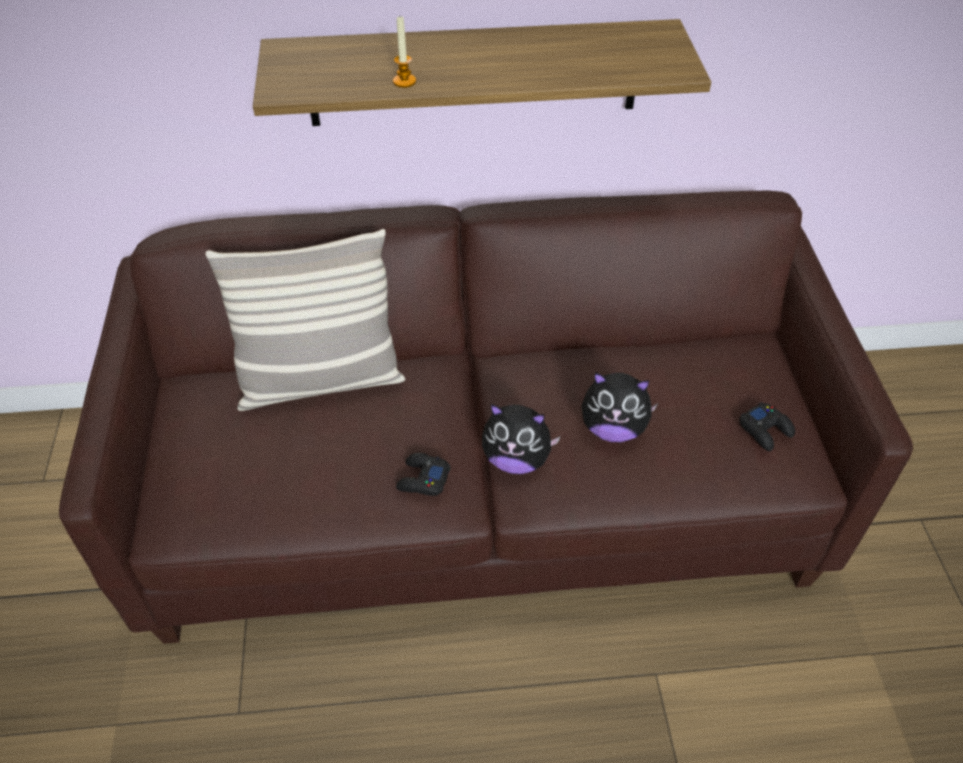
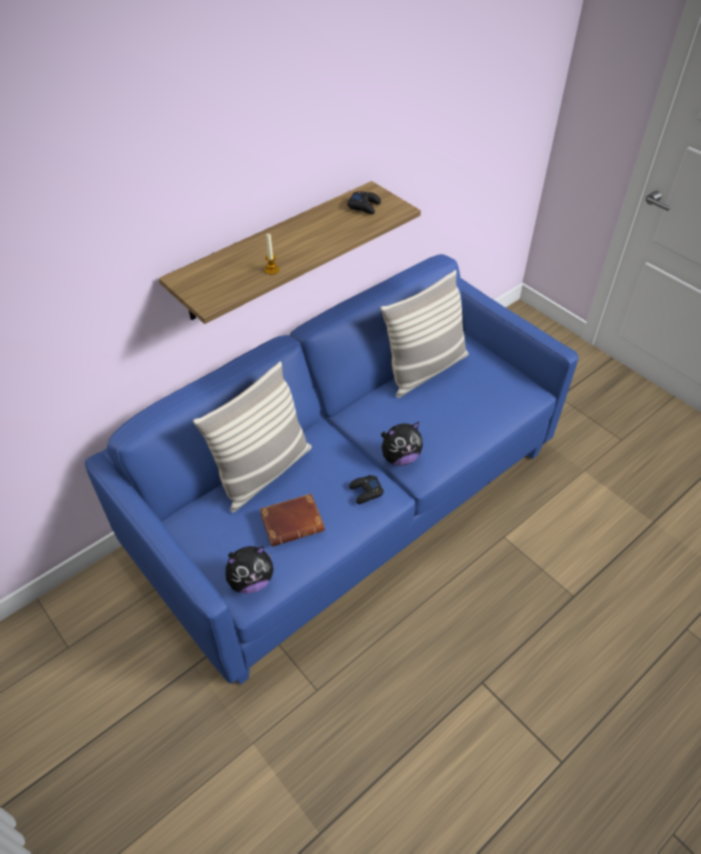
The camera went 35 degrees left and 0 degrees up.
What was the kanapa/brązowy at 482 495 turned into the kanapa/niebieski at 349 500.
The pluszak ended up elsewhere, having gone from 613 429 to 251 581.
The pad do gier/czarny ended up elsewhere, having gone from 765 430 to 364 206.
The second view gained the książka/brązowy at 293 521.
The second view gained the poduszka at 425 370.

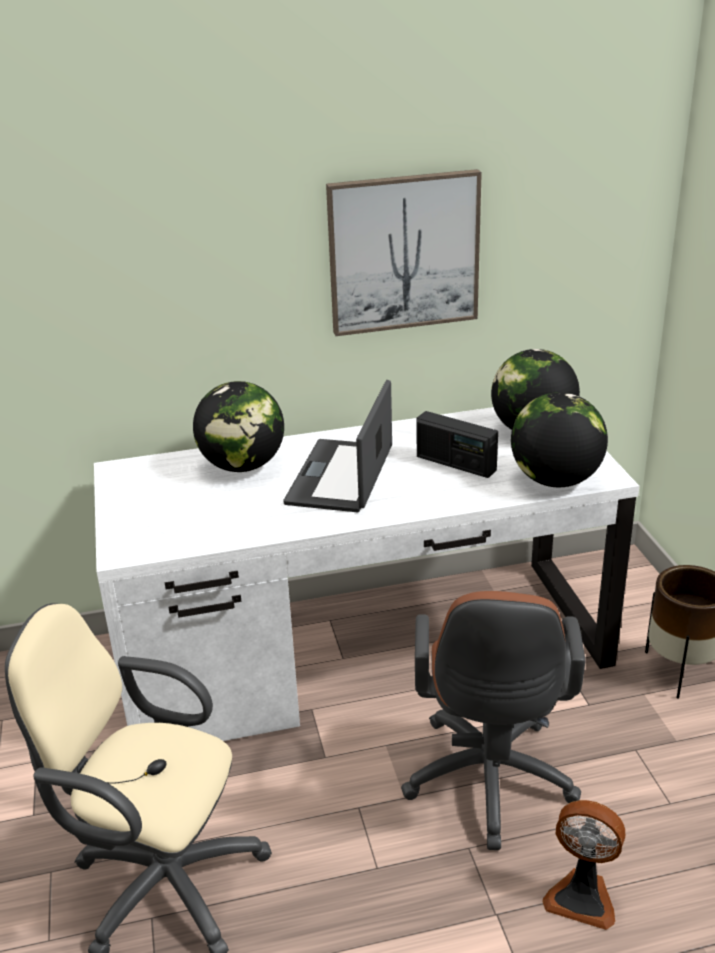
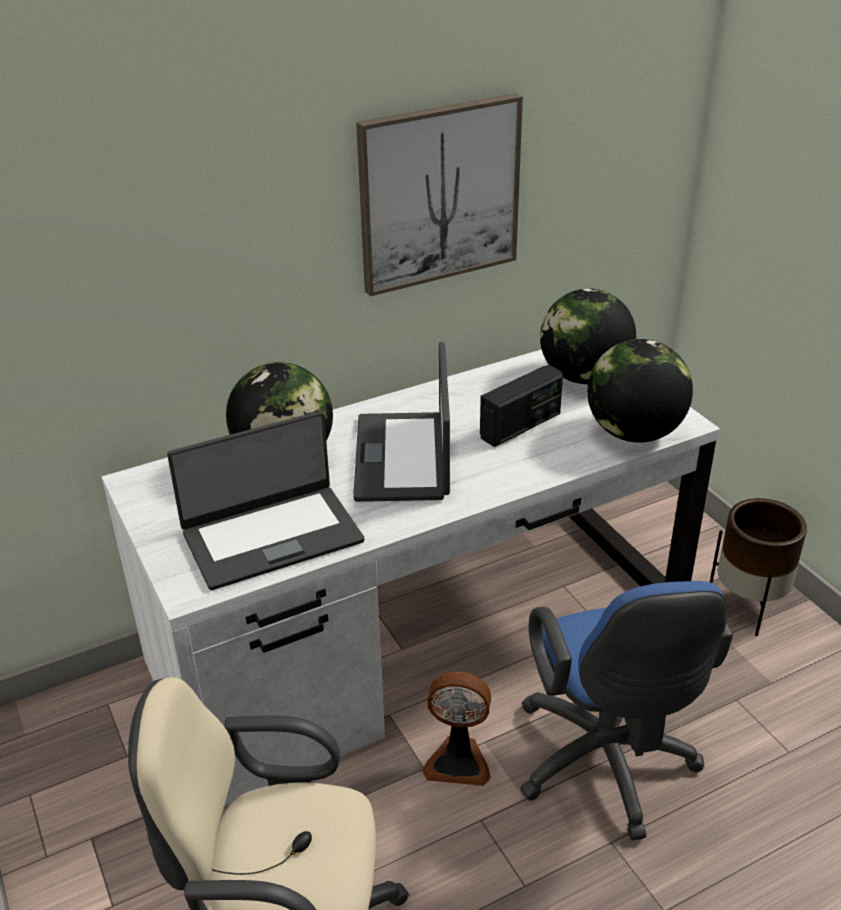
The camera went 15 degrees left and 5 degrees up.
What was the krzesło biurowe/brązowy at 489 785 turned into the krzesło biurowe/niebieski at 607 767.
The radio at 455 463 ended up facing another way, 60 degrees counterclockwise from before.
The wentylator ended up elsewhere, having gone from 582 896 to 458 760.
The second view gained the laptop at 271 535.

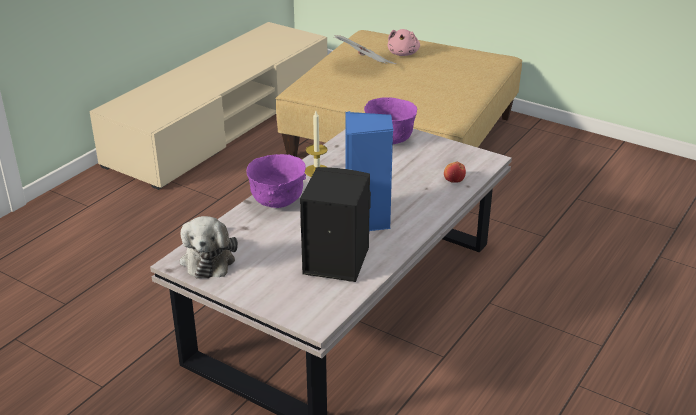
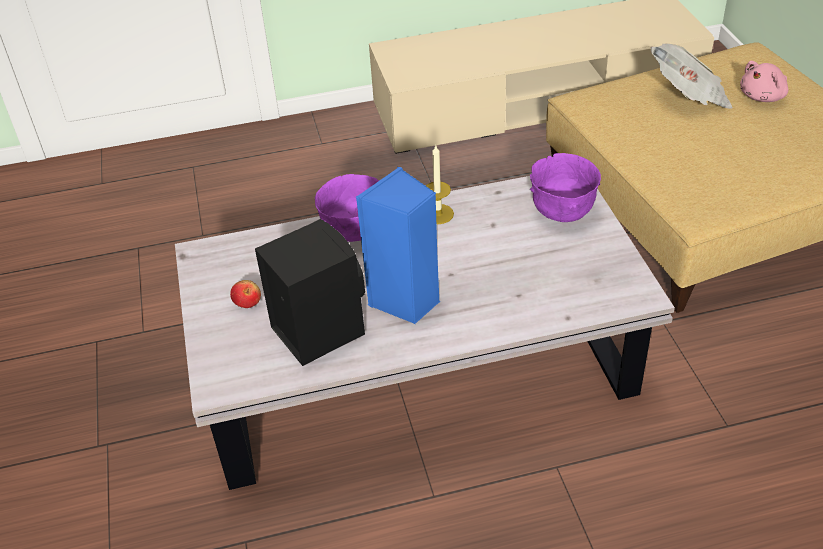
The camera went 45 degrees right and 10 degrees up.
The second view lost the pluszak at 208 259.
The jabłko ended up elsewhere, having gone from 453 180 to 247 302.

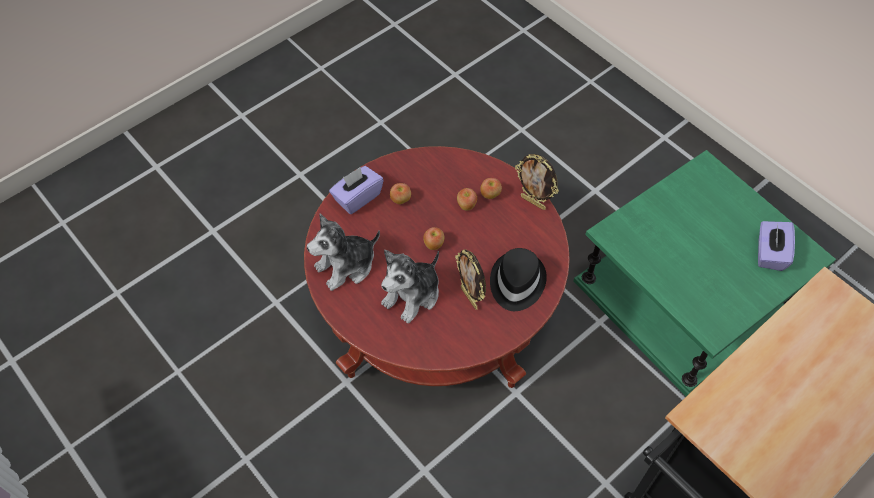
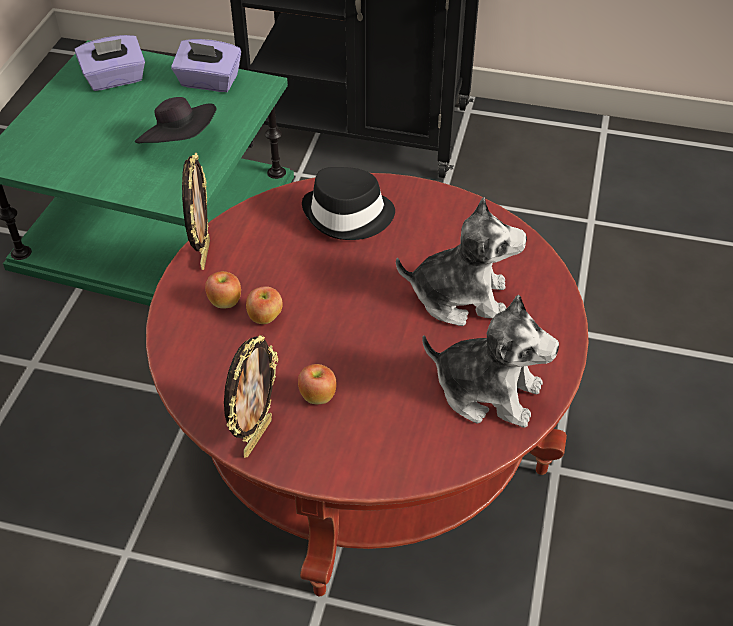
The camera went 125 degrees left and 10 degrees down.
The pudełko chusteczek/fioletowy ended up elsewhere, having gone from 357 197 to 209 82.
The second view lost the jabłko at 434 244.
The ramka na zdjęcie ended up elsewhere, having gone from 470 298 to 256 437.
The second view gained the kapelusz/czarny at 180 143.

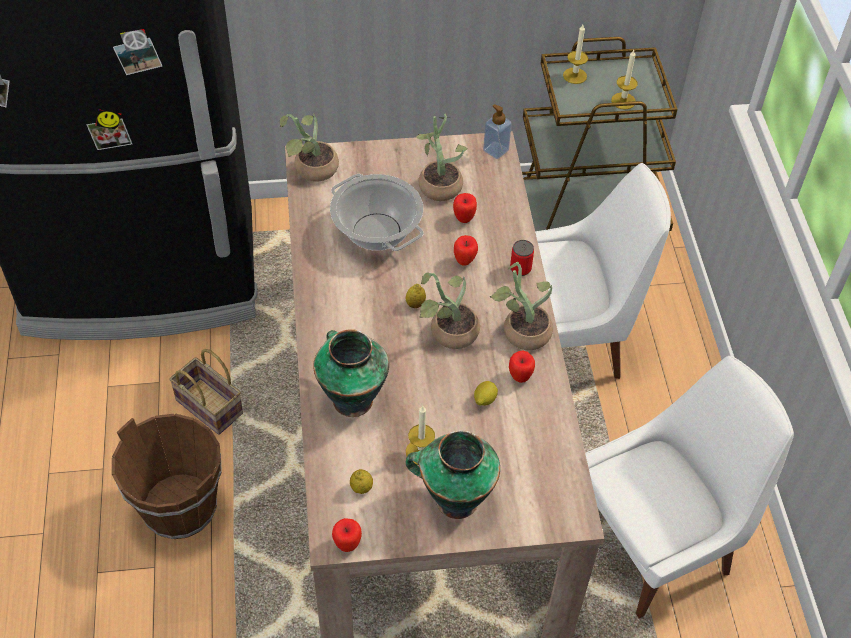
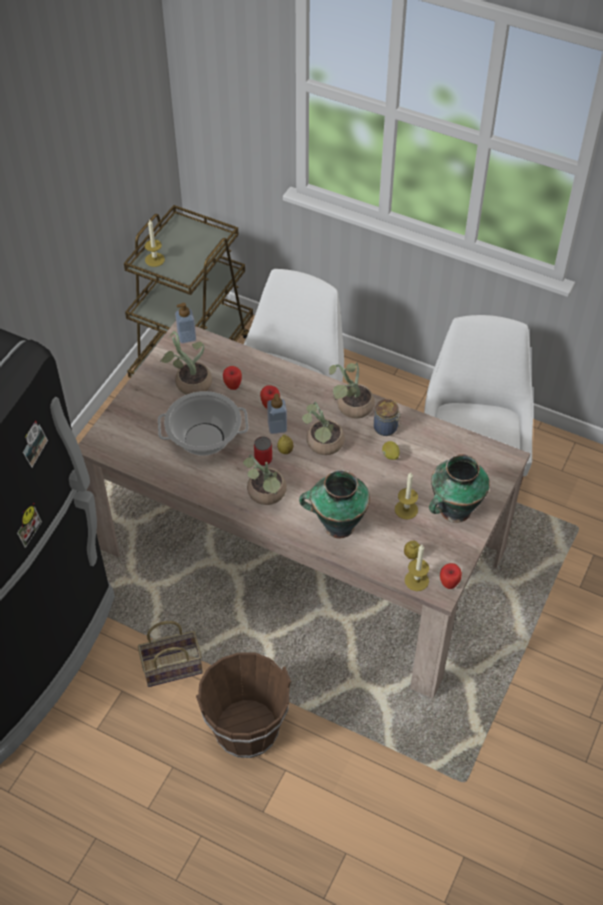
The camera went 55 degrees left and 0 degrees up.
The roślina doniczkowa ended up elsewhere, having gone from 311 170 to 266 495.
Where the jabłko stood at 520 377, the słoik came to stand at 386 428.
The puszka ended up elsewhere, having gone from 520 268 to 263 459.
The świeca ended up elsewhere, having gone from 623 101 to 416 580.
The second view gained the dozownik mydła at 277 427.

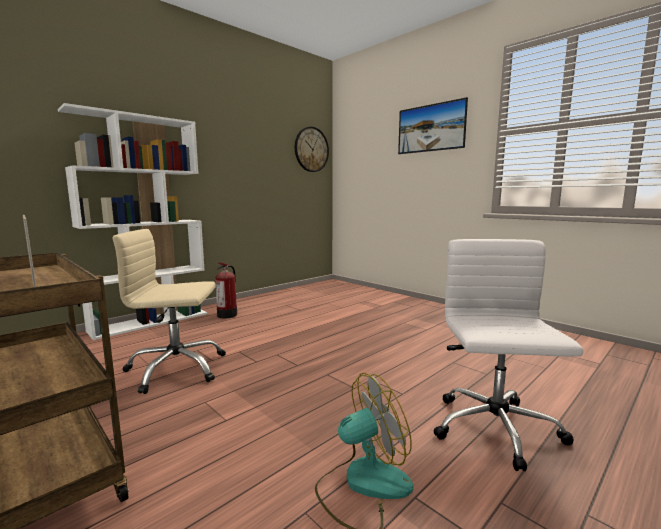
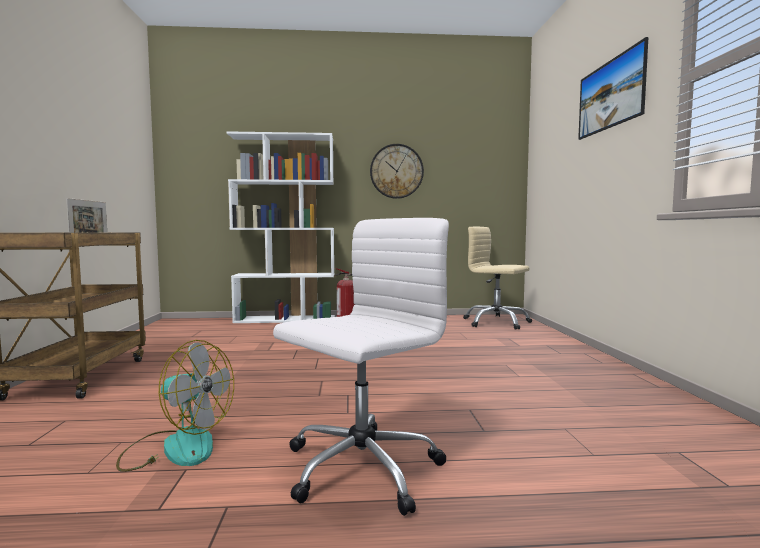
The camera went 40 degrees right and 5 degrees down.
The krzesło biurowe/beżowy ended up elsewhere, having gone from 176 369 to 496 322.
The zegar ścienny ended up elsewhere, having gone from 311 149 to 396 171.

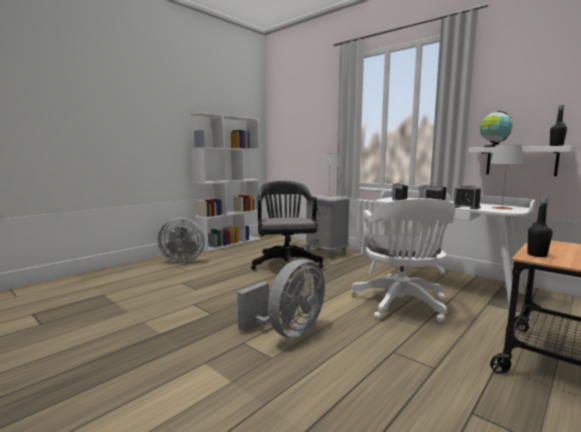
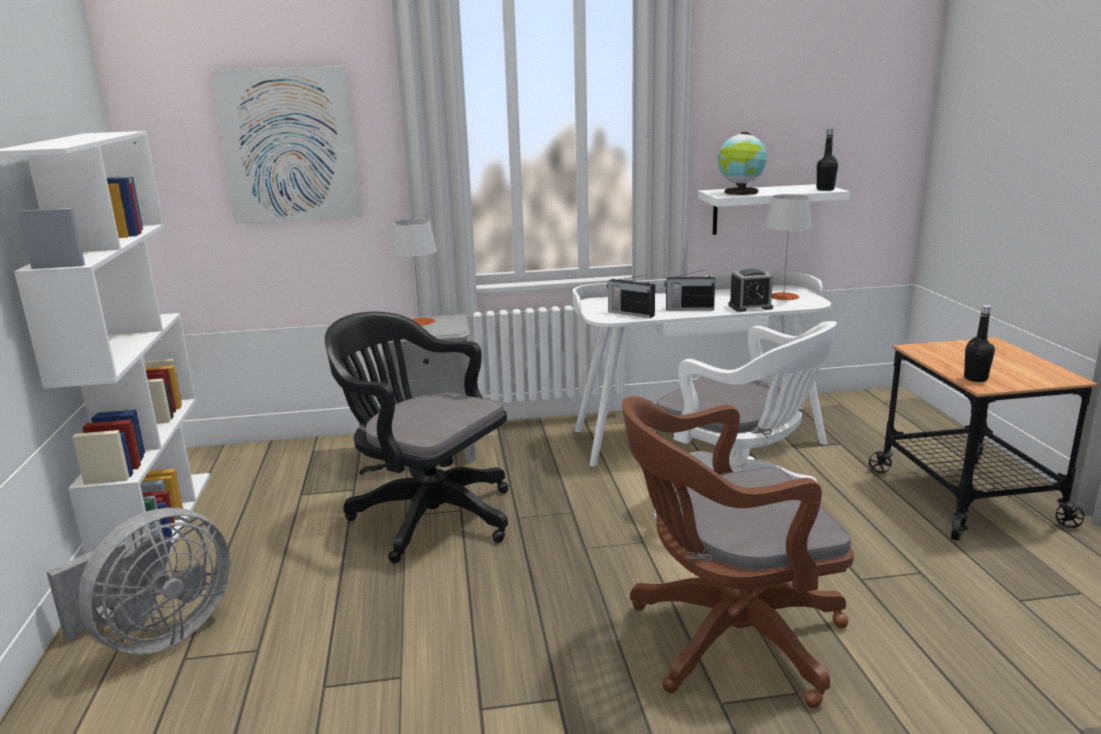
The camera went 50 degrees left and 10 degrees up.
Where the wentylator/szary stood at 288 332, the krzesło biurowe/brązowy came to stand at 726 640.
The second view gained the obraz at 289 146.

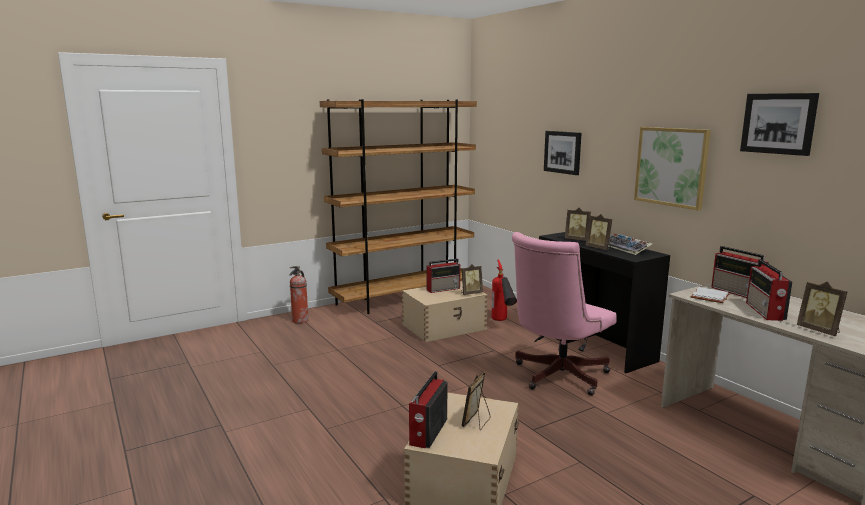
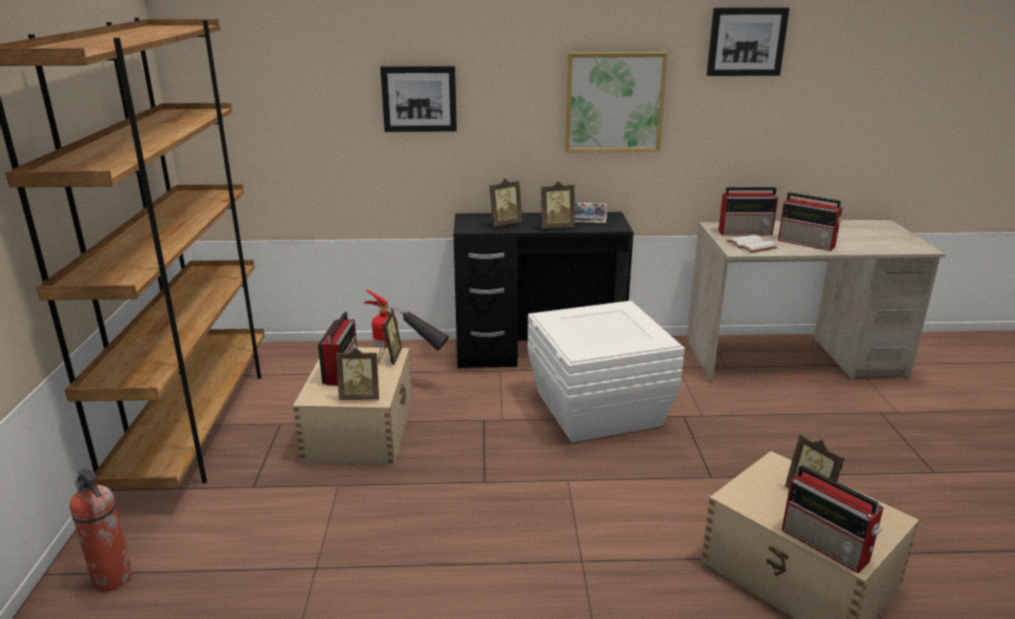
The camera went 60 degrees left and 10 degrees up.
Where the krzesło biurowe/różowy stood at 556 376, the pojemnik do przechowywania/biały came to stand at 596 408.
The ramka na zdjęcie ended up elsewhere, having gone from 819 331 to 360 397.

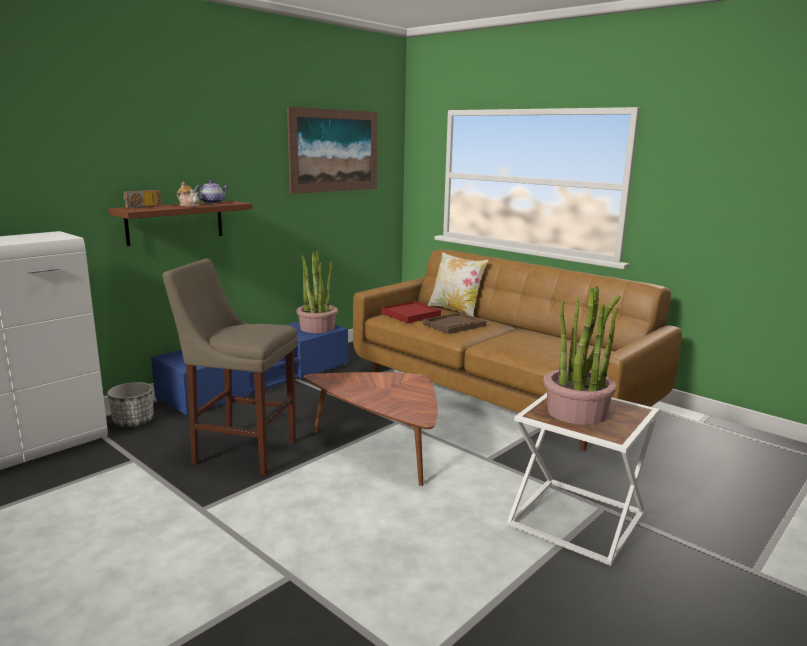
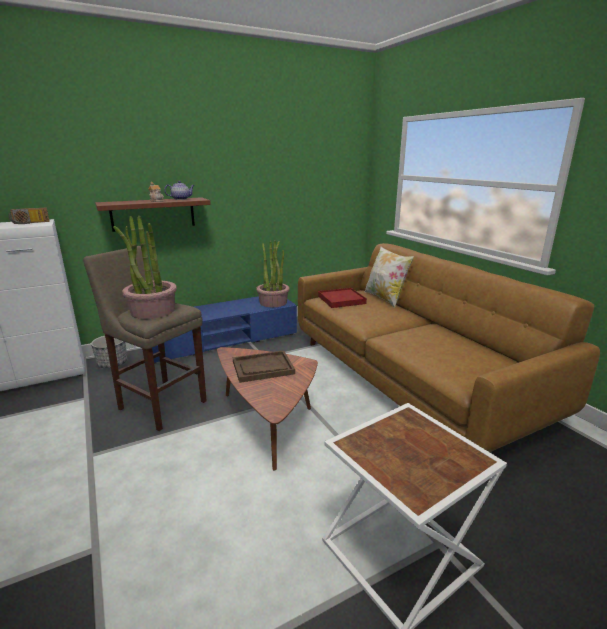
The camera went 20 degrees right and 5 degrees up.
The radio ended up elsewhere, having gone from 144 207 to 30 223.
The second view lost the obraz at 334 150.
The taca/brązowy ended up elsewhere, having gone from 454 325 to 263 368.
The roślina doniczkowa ended up elsewhere, having gone from 576 412 to 152 311.

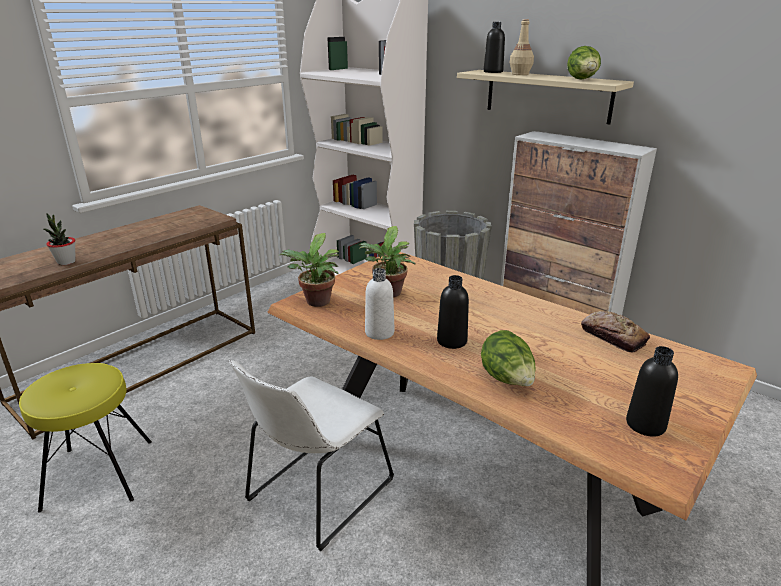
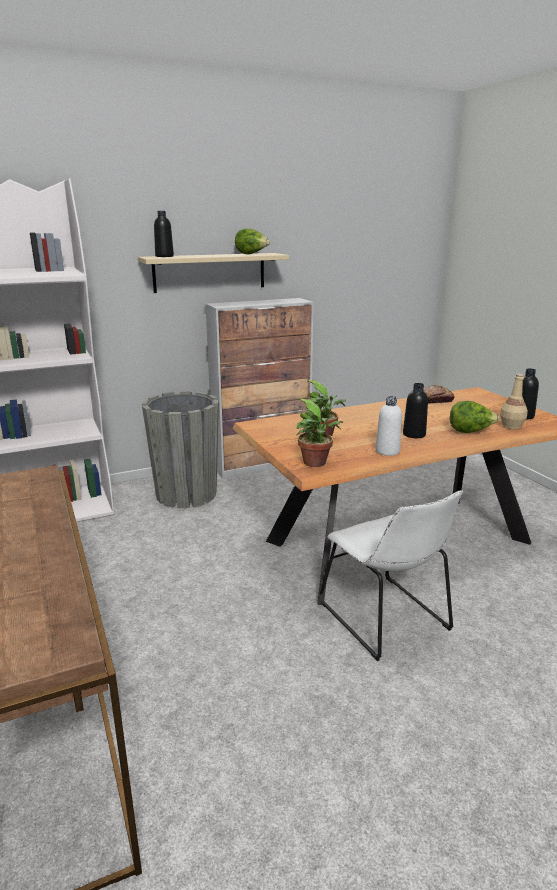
The camera went 65 degrees left and 5 degrees down.
The second view lost the stołek/żółty at 98 473.
The second view lost the roślina doniczkowa at 66 262.
The butelka/beżowy ended up elsewhere, having gone from 520 74 to 511 426.

